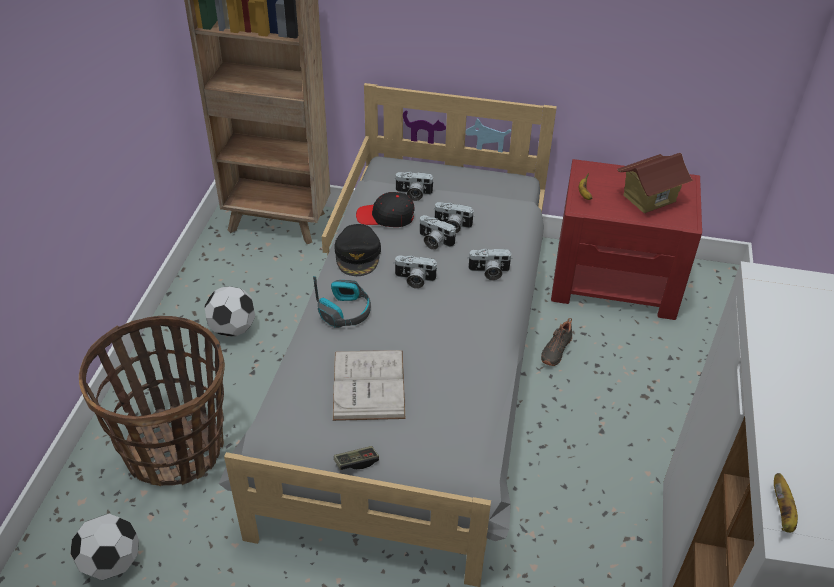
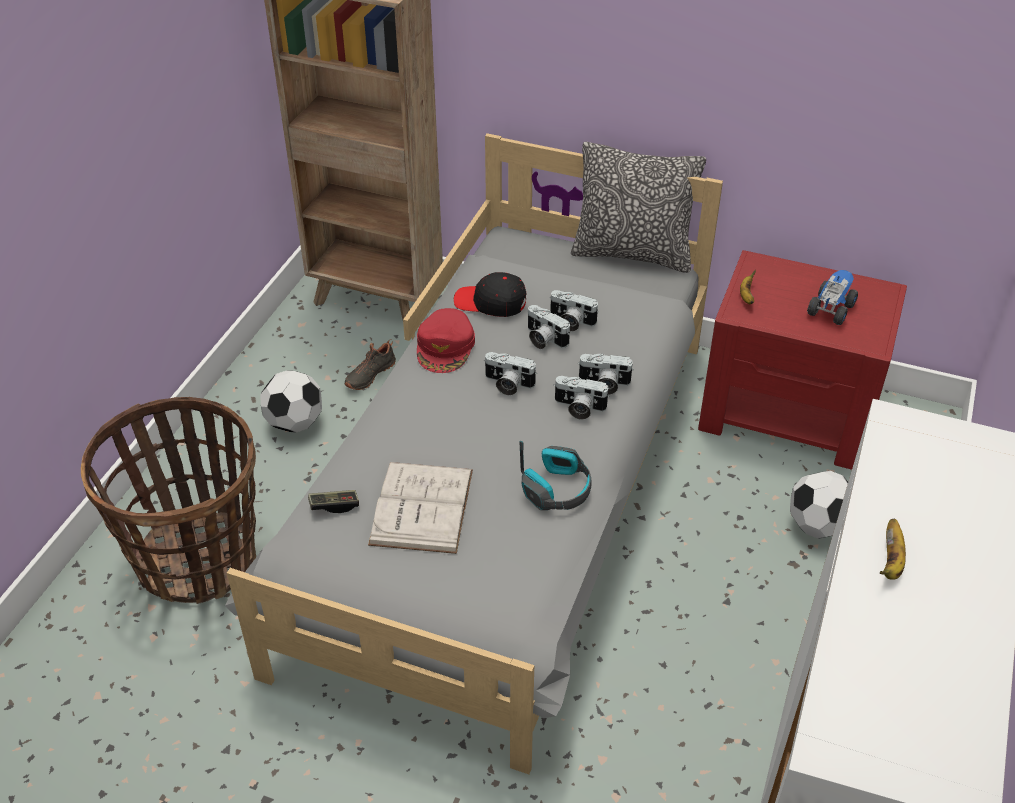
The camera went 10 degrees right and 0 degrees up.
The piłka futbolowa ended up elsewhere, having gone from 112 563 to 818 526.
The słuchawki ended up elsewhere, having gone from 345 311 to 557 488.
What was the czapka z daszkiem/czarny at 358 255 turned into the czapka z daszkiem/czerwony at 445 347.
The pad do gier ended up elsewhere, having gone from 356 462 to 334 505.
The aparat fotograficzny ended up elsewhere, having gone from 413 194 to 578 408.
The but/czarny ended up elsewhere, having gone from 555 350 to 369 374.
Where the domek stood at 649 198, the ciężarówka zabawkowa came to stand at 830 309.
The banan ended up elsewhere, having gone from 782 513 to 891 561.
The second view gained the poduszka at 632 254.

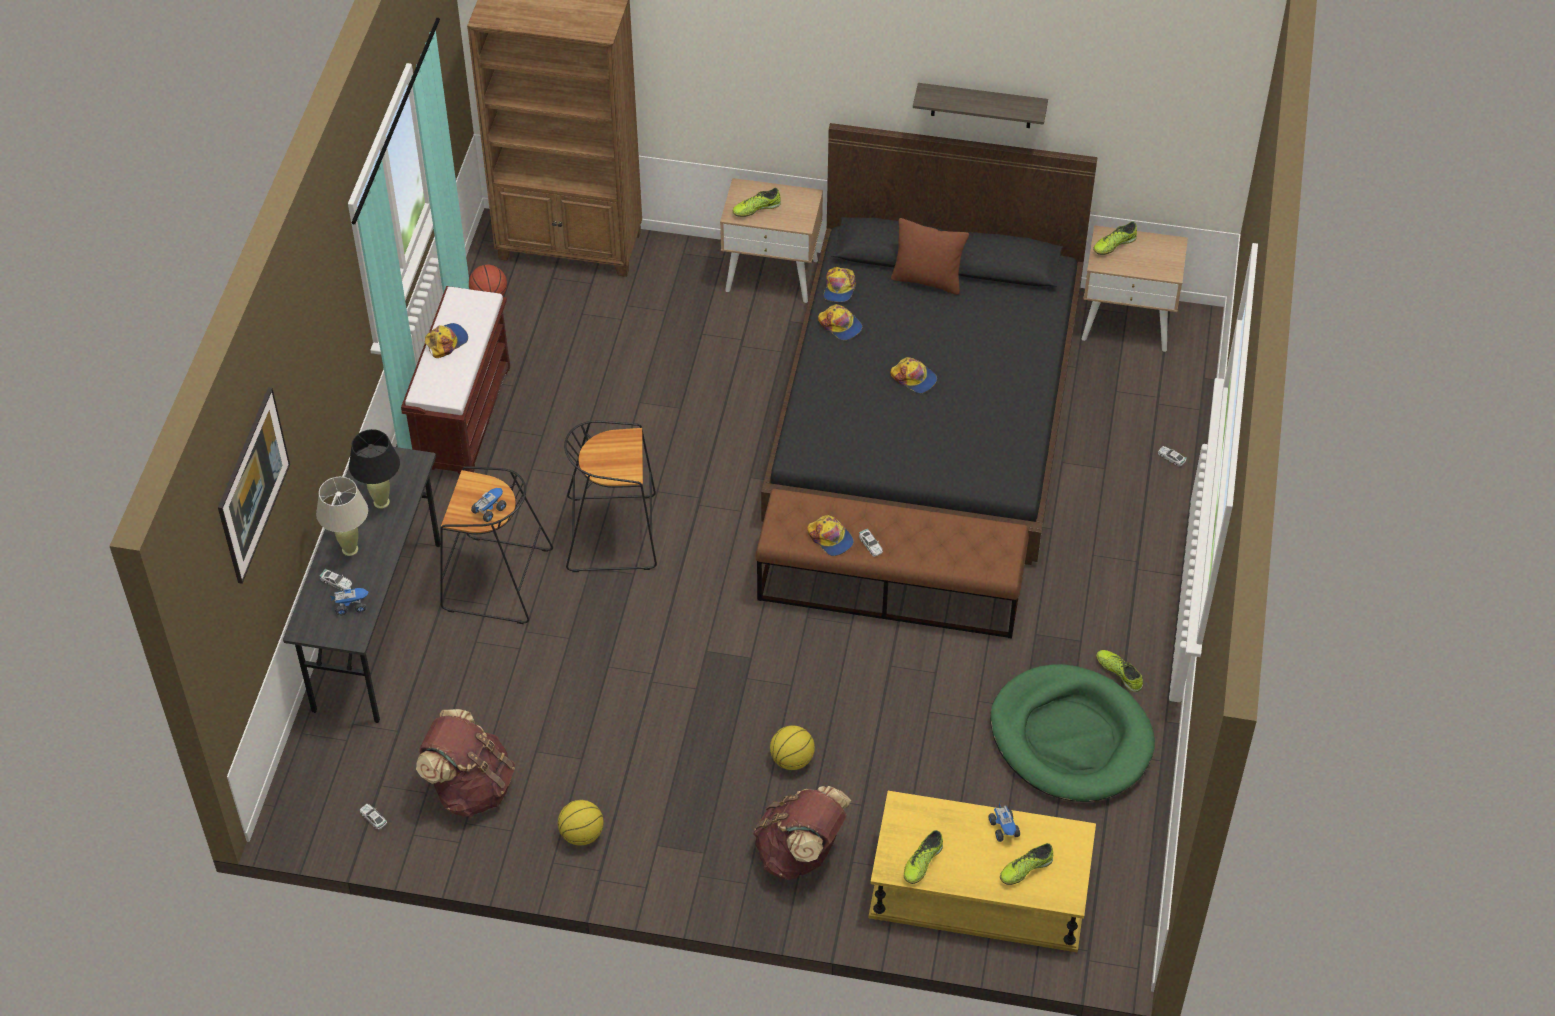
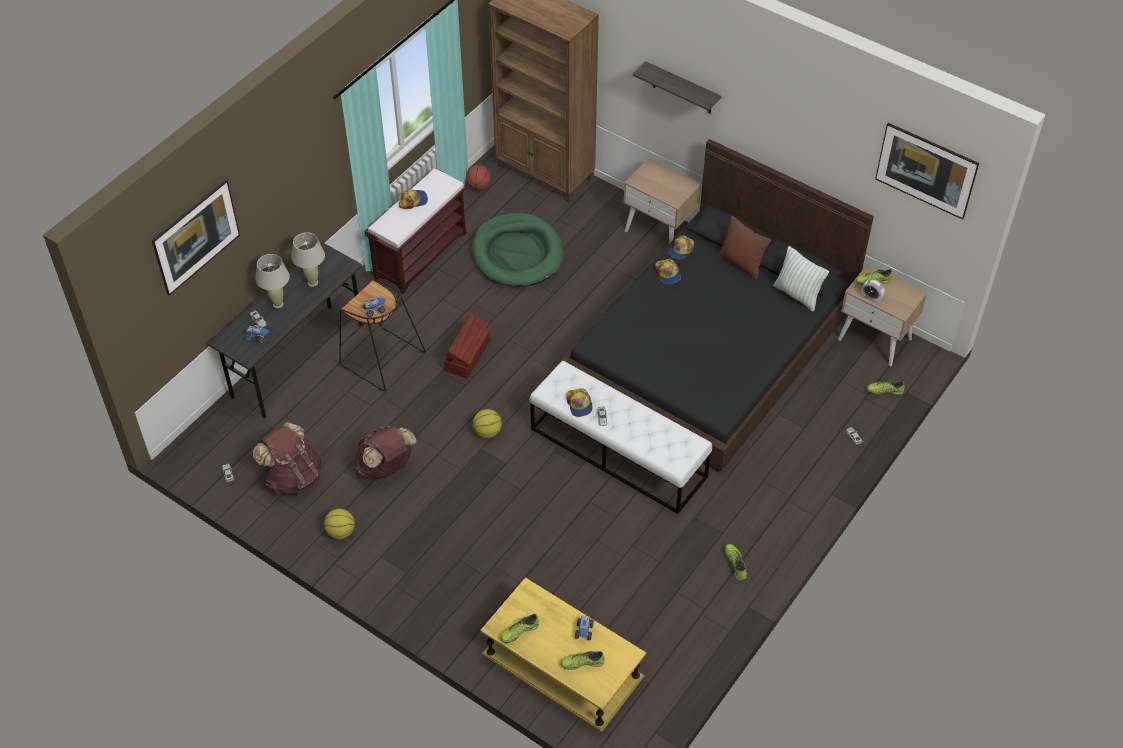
The camera went 25 degrees right and 0 degrees up.
What was the lampa stołowa/czarny at 381 502 turned into the lampa stołowa/beżowy at 312 282.
Where the stołek/czarny stood at 614 532, the pojemnik do przechowywania/brązowy came to stand at 468 355.
The but ended up elsewhere, having gone from 756 209 to 884 390.
The plecak/brązowy ended up elsewhere, having gone from 800 853 to 386 467.
What was the ławka/brązowy at 890 588 turned into the ławka/biały at 618 453.
The piłka do koszykówki ended up elsewhere, having gone from 791 760 to 487 432.
The second view lost the czapka z daszkiem at 914 378.
The półka ended up elsewhere, having gone from 981 105 to 682 89.
The legowisko/zielony ended up elsewhere, having gone from 1070 738 to 517 253.
The second view gained the poduszka at 797 295.
The second view gained the budzik at 871 298.
The second view gained the obraz at 923 184.

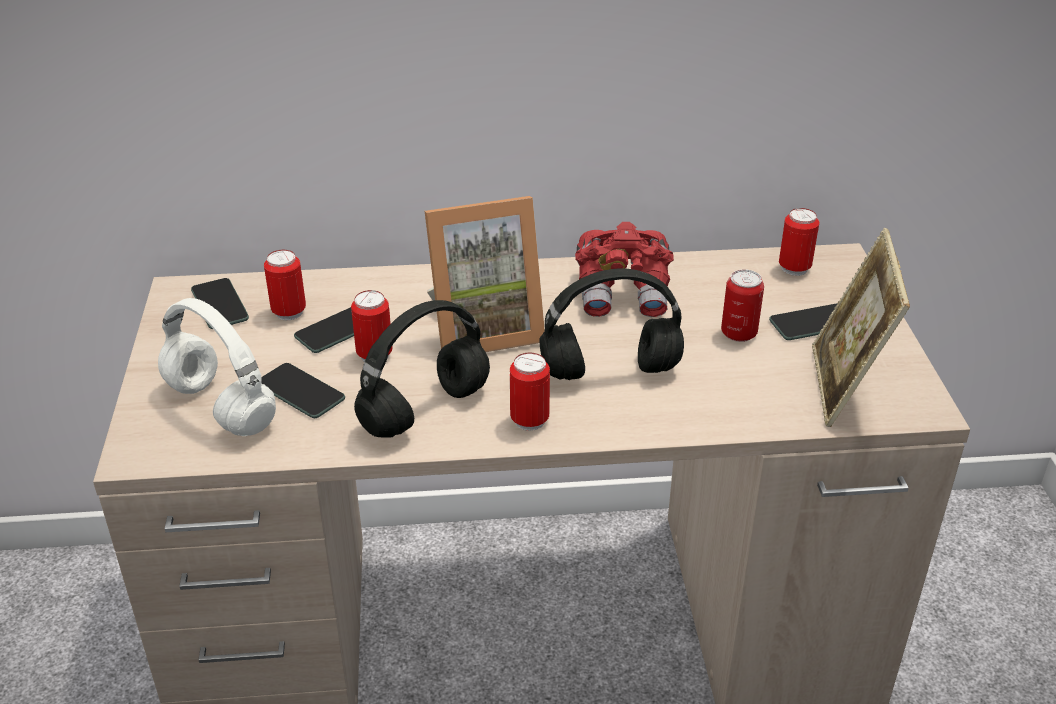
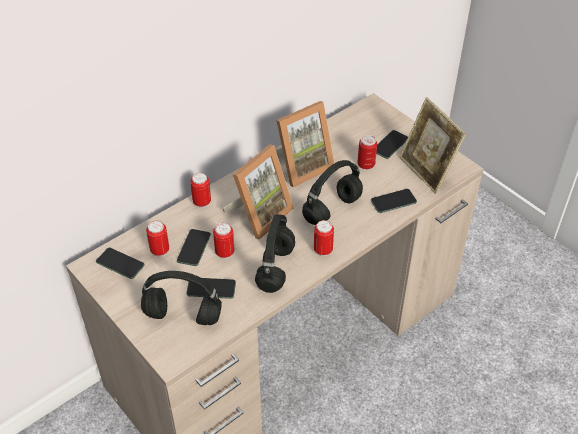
The camera went 35 degrees left and 10 degrees up.
What was the słuchawki/biały at 218 407 turned into the słuchawki/czarny at 181 316.
Where the lornetka/czerwony stood at 623 294, the ramka na zdjęcie came to stand at 301 166.
The puszka ended up elsewhere, having gone from 794 268 to 202 202.
The second view gained the telefon at 393 201.

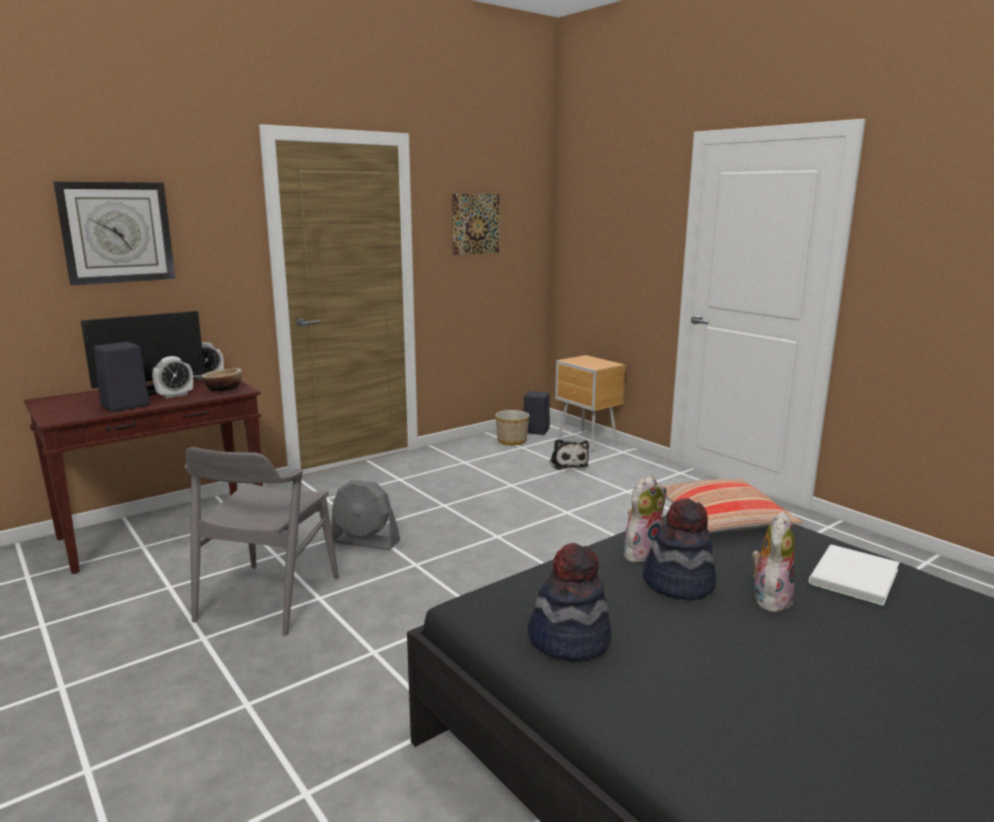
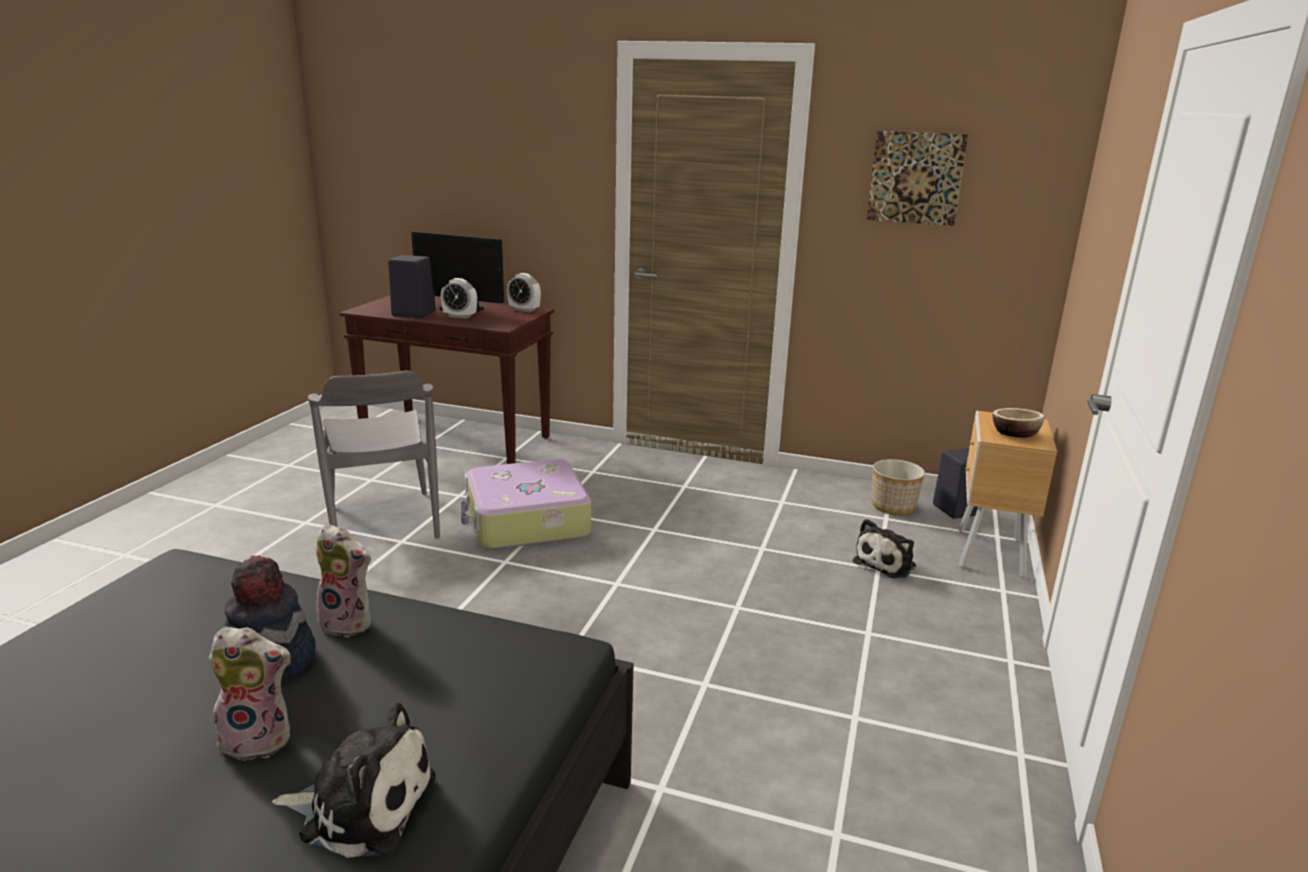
The camera went 55 degrees right and 5 degrees up.
The second view lost the zegar ścienny at 117 232.
The krzesło/szary at 268 599 ended up facing another way, 90 degrees counterclockwise from before.
The miska ended up elsewhere, having gone from 224 389 to 1015 434.
Where the wentylator/szary stood at 365 541, the walizka came to stand at 526 521.
The second view lost the kapelusz at 569 639.
The second view lost the poduszka at 721 519.
Where the książka/biały stood at 850 577, the pluszak came to stand at 362 805.

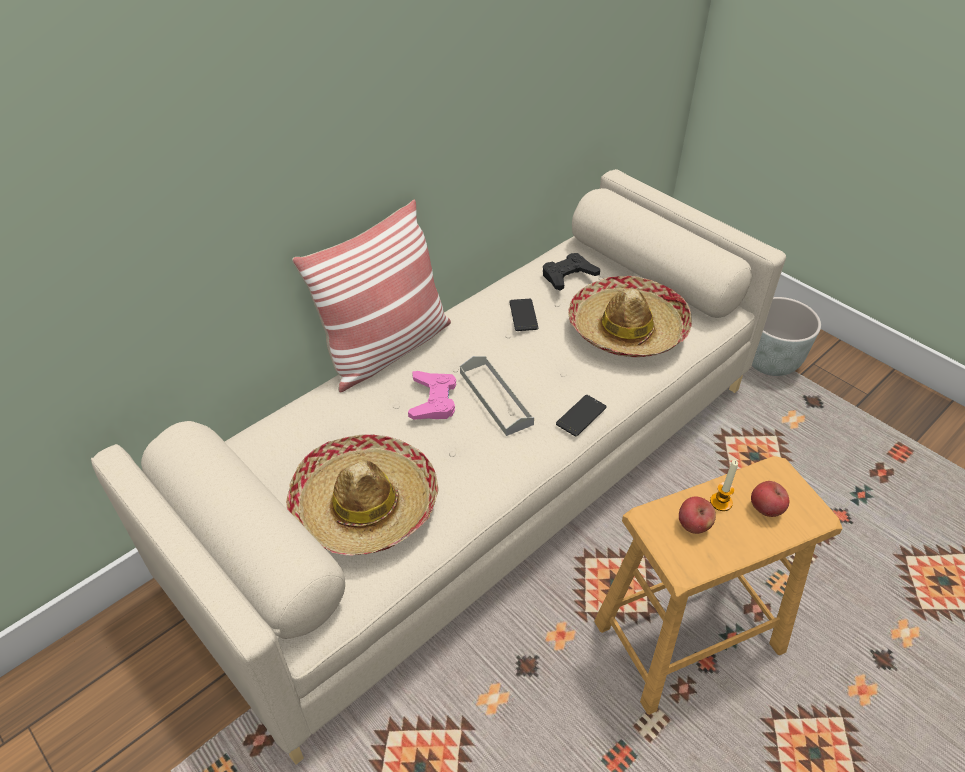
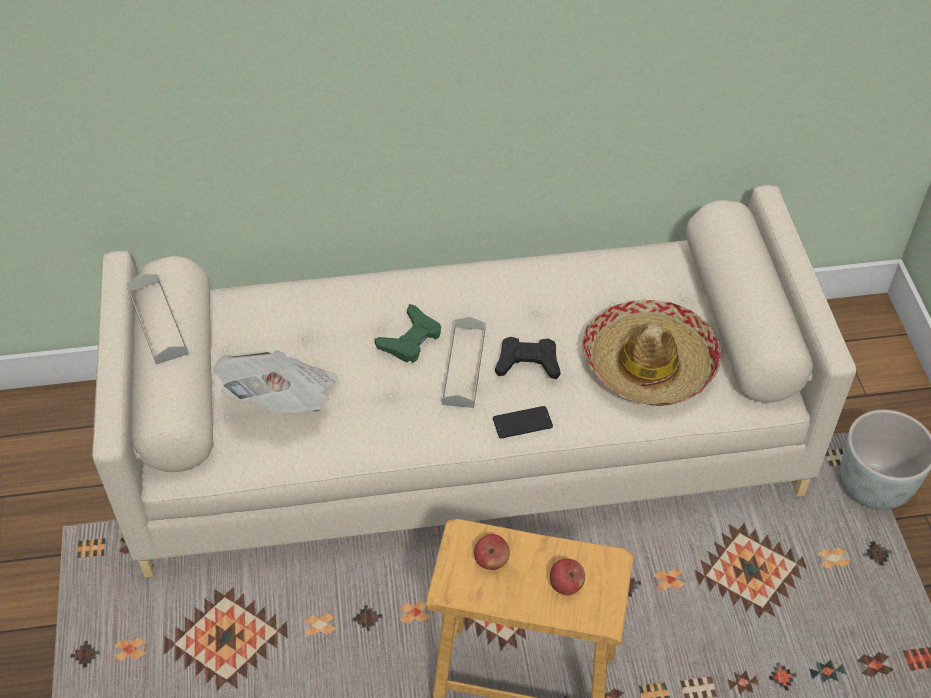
The camera went 35 degrees right and 5 degrees up.
Where the kapelusz stood at 365 505, the gazeta came to stand at 282 399.
The second view lost the poduszka at 386 349.
What was the pad do gier/różowy at 433 400 turned into the pad do gier/zielony at 410 339.
The second view lost the telefon at 523 315.
The pad do gier/czarny ended up elsewhere, having gone from 568 276 to 528 362.
The second view lost the świeca at 721 502.
The second view gained the taca/szary at 158 322.

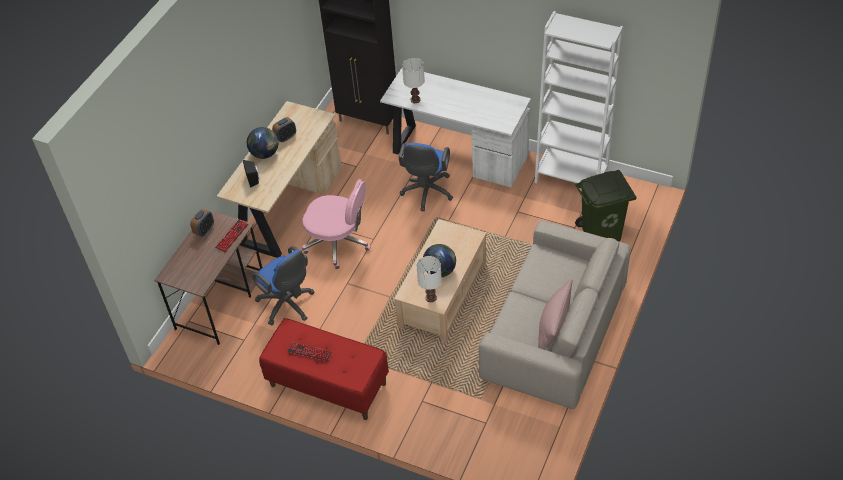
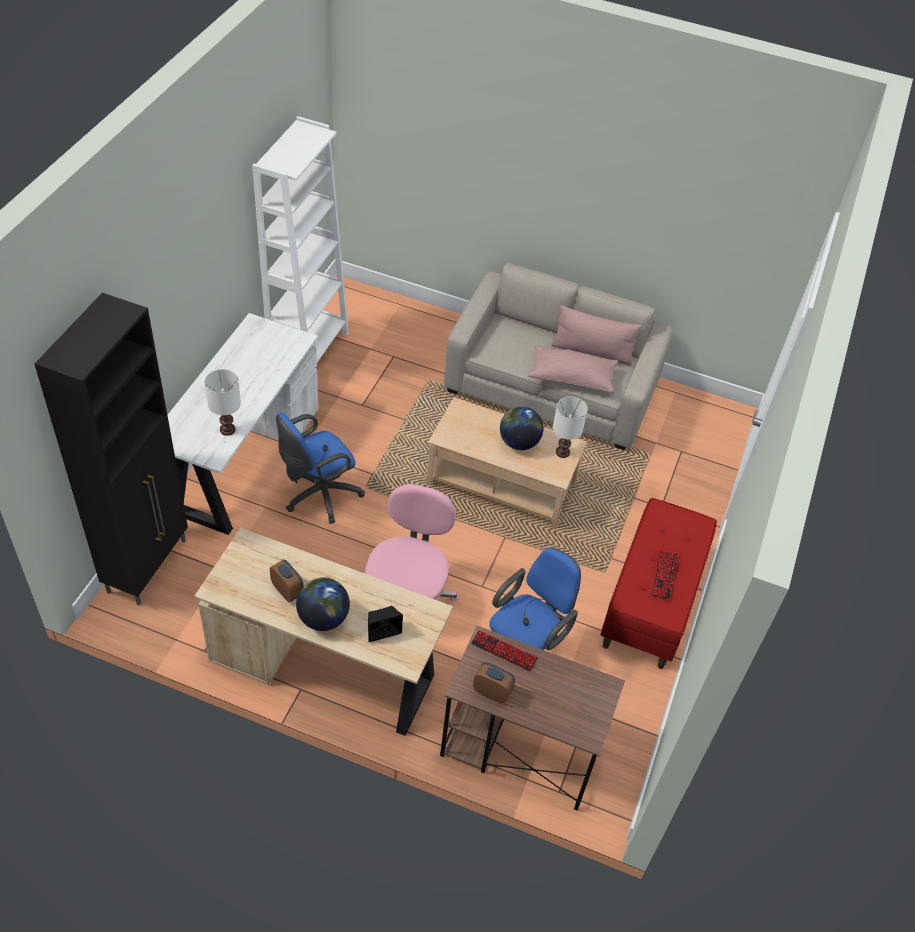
The camera went 100 degrees left and 0 degrees up.
The krzesło biurowe/niebieski at 426 193 ended up facing another way, 135 degrees clockwise from before.
The second view lost the kosz na śmieci/zielony at 601 235.
The second view gained the poduszka/różowy at 571 377.

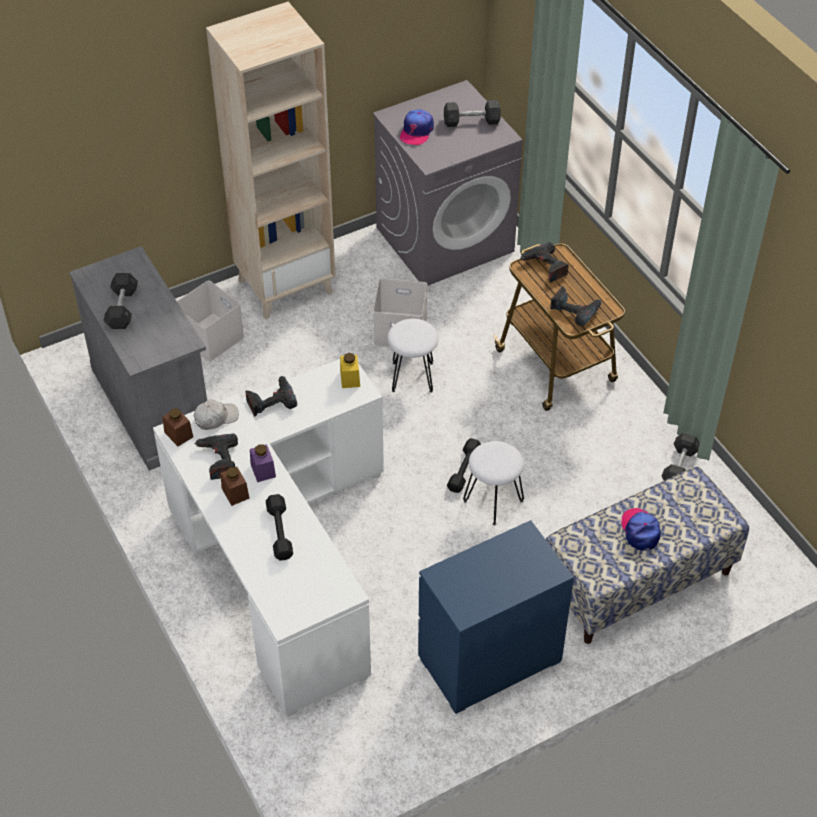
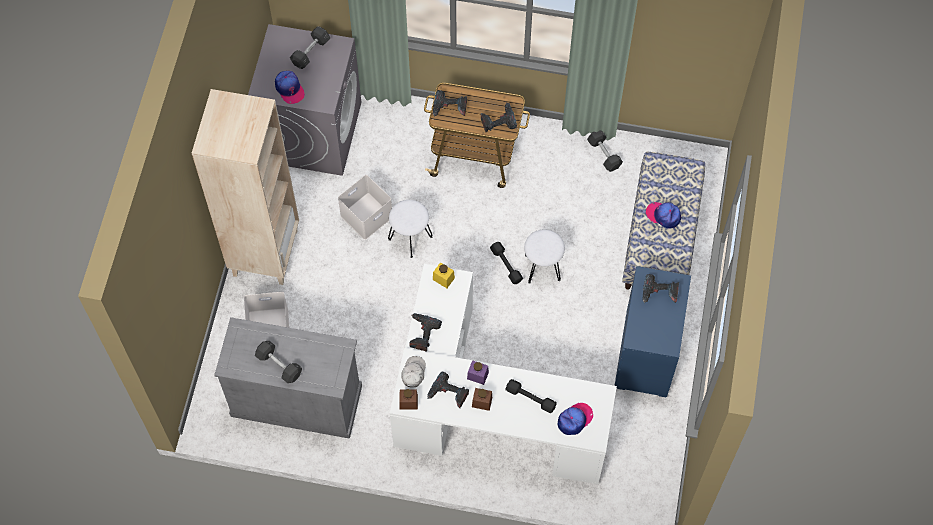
The camera went 50 degrees left and 15 degrees up.
The second view gained the czapka z daszkiem at 574 419.
The second view gained the wiertarka at 659 293.

